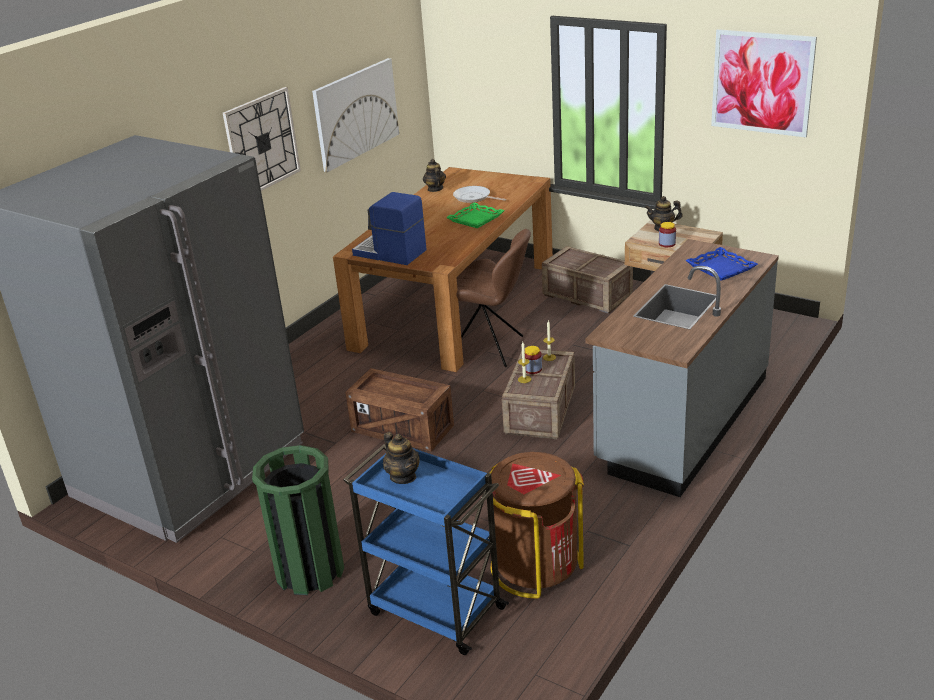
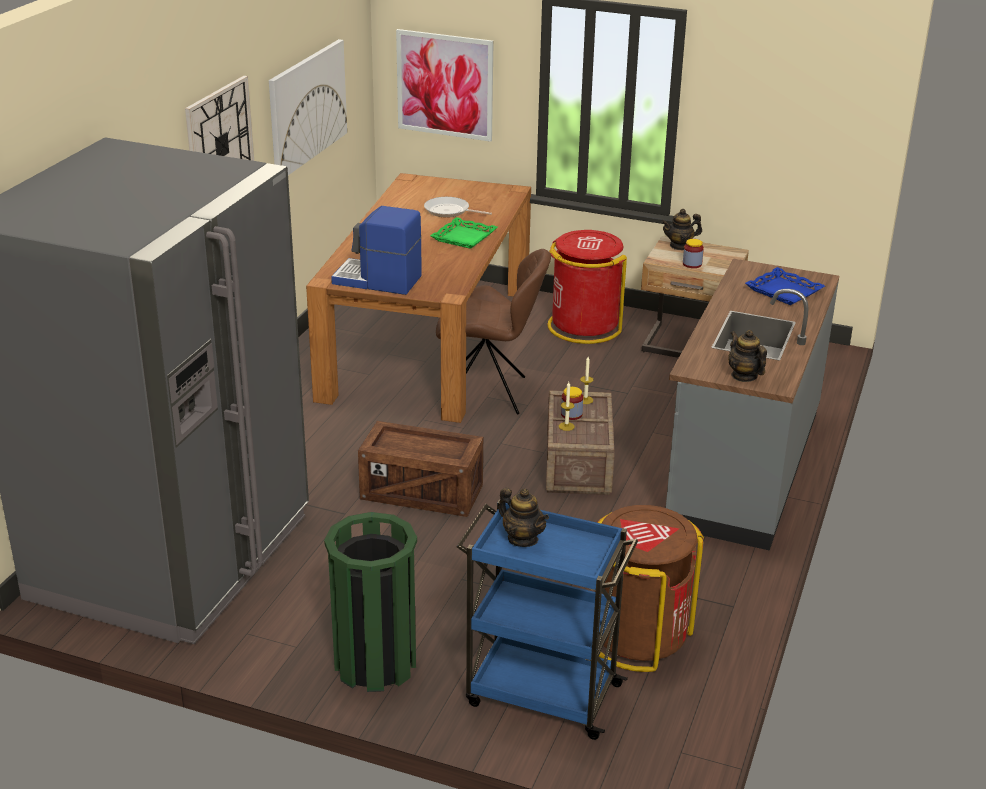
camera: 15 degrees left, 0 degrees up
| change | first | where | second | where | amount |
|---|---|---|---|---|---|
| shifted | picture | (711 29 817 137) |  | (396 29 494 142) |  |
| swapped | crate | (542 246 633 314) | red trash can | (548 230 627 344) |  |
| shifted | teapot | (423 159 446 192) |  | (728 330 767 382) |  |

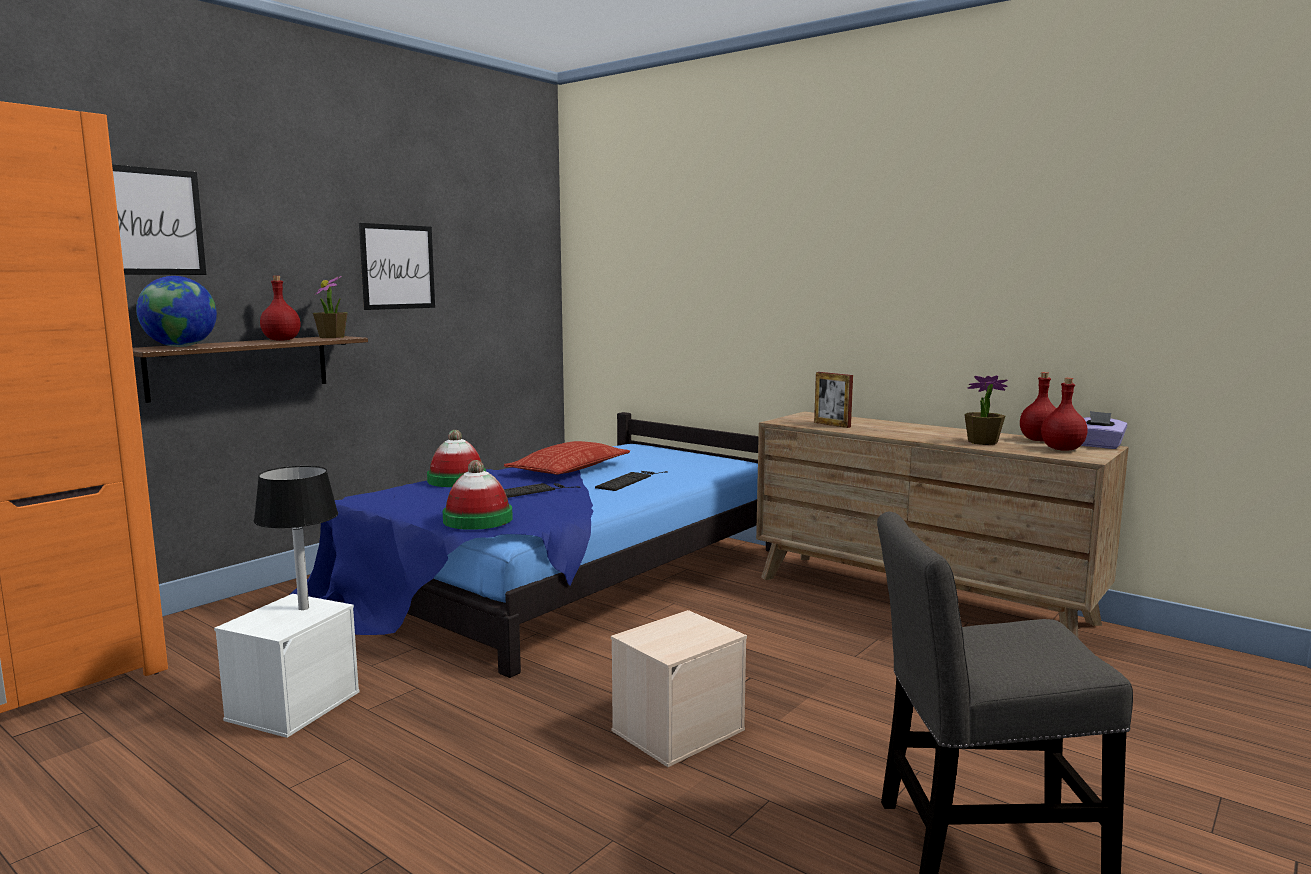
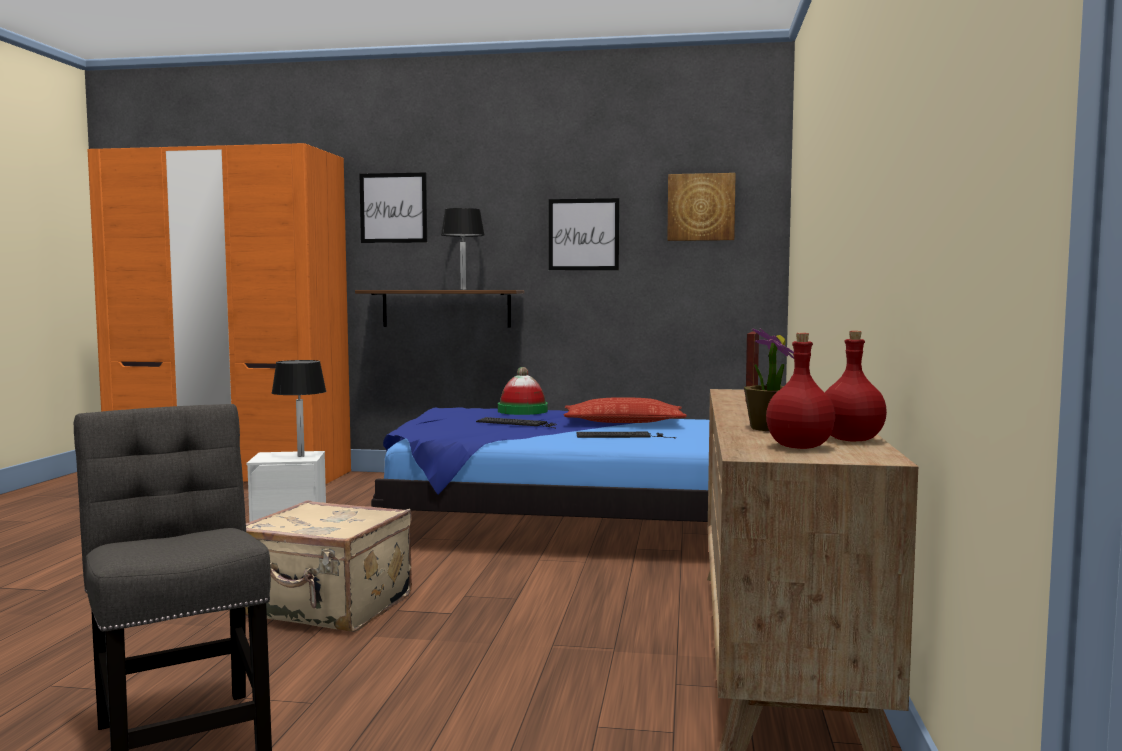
camera: 60 degrees right, 5 degrees down
| change | first | where | second | where | amount |
|---|---|---|---|---|---|
| swapped | beige storage box | (611 610 747 767) | beige suitcase | (245 500 412 632) |  |
| swapped | red bottle | (260 276 300 341) | black table lamp | (441 208 485 290) |  |
| new |  |  | picture | (667 173 736 241) |  |
| gone | globe | (136 276 217 347) |  |  |  |
| gone | potted plant | (313 276 348 338) |  |  |  |
| gone | hat | (443 460 513 530) |  |  |  |
| gone | purple tissue box | (1081 411 1128 449) |  |  |  |

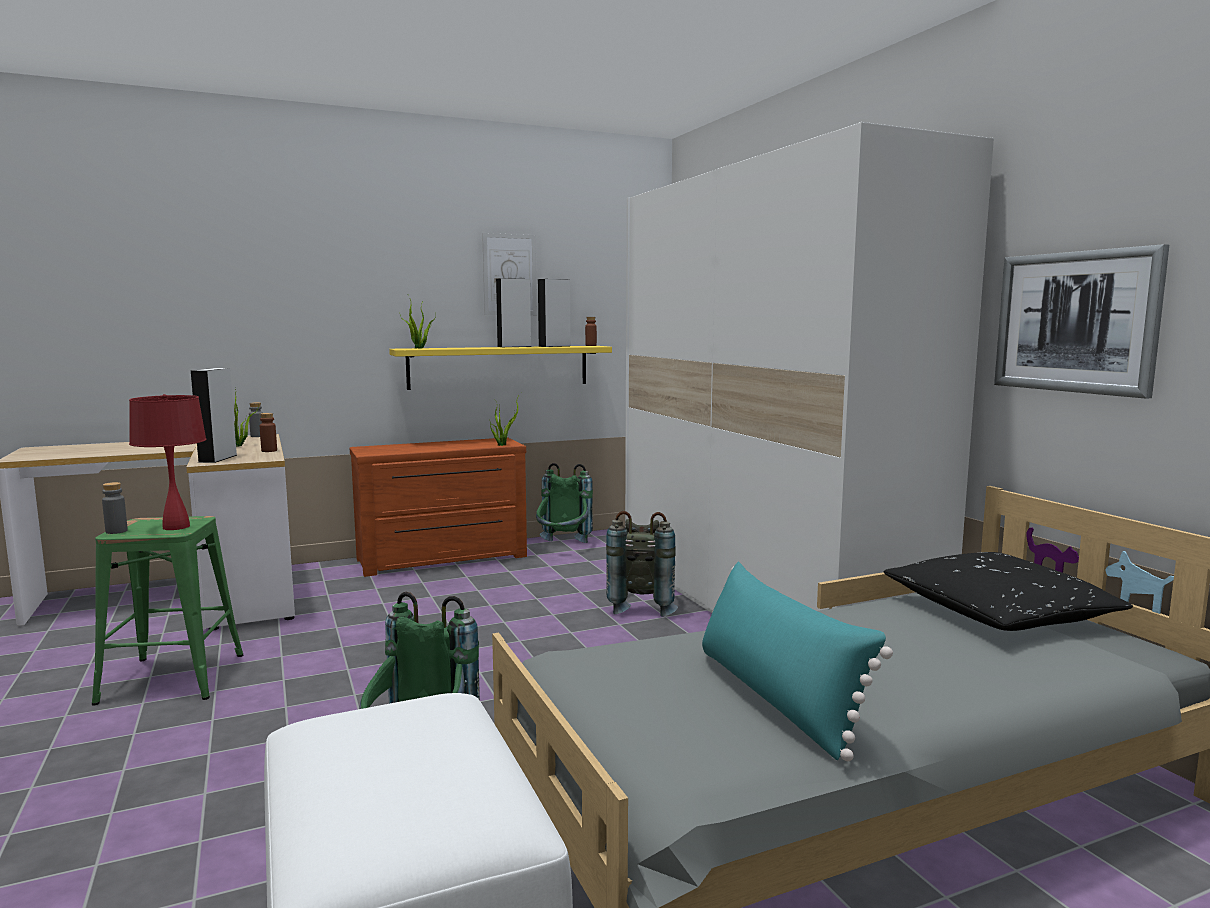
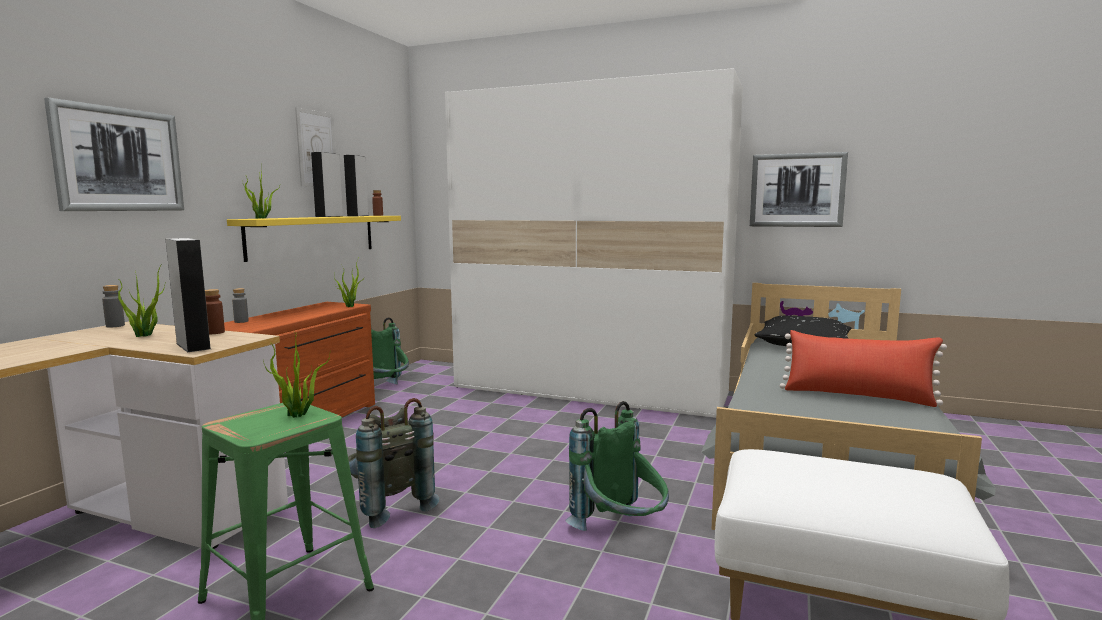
camera: 45 degrees left, 0 degrees up
| change | first | where | second | where | amount |
|---|---|---|---|---|---|
| new |  |  | picture | (44 98 184 211) |  |
| shifted | grey bottle | (102 482 128 534) |  | (232 288 249 323) |  |
| swapped | red table lamp | (129 394 206 530) | potted plant | (263 334 330 418) |  |
| shifted | grey backpack | (606 511 678 617) |  | (348 398 439 528) |  |
| repainted | turquoise pillow | (702 562 893 761) | red pillow | (780 330 947 407) |  |

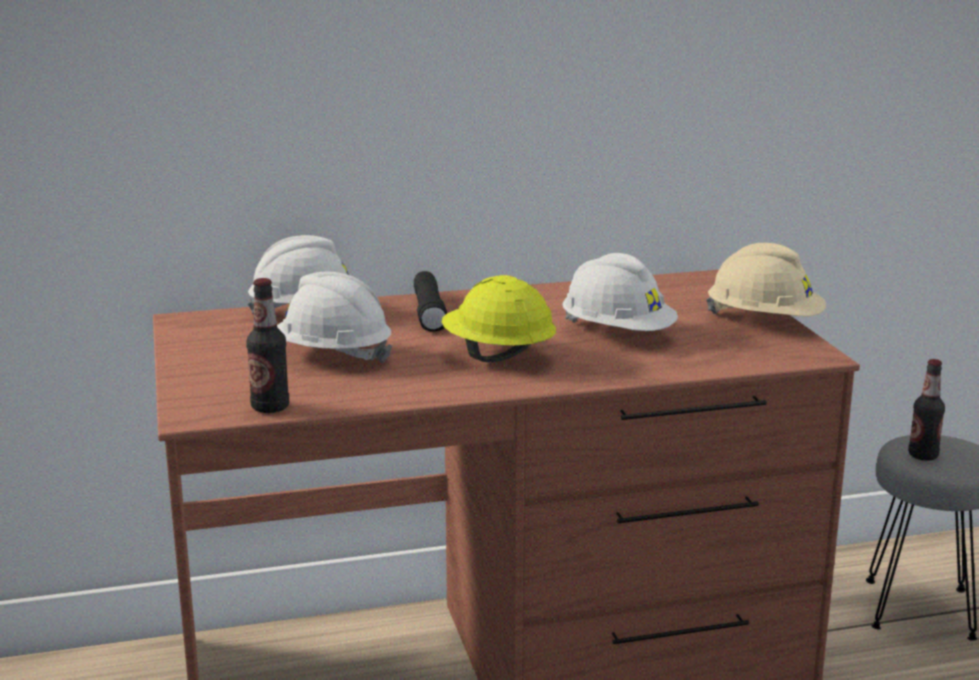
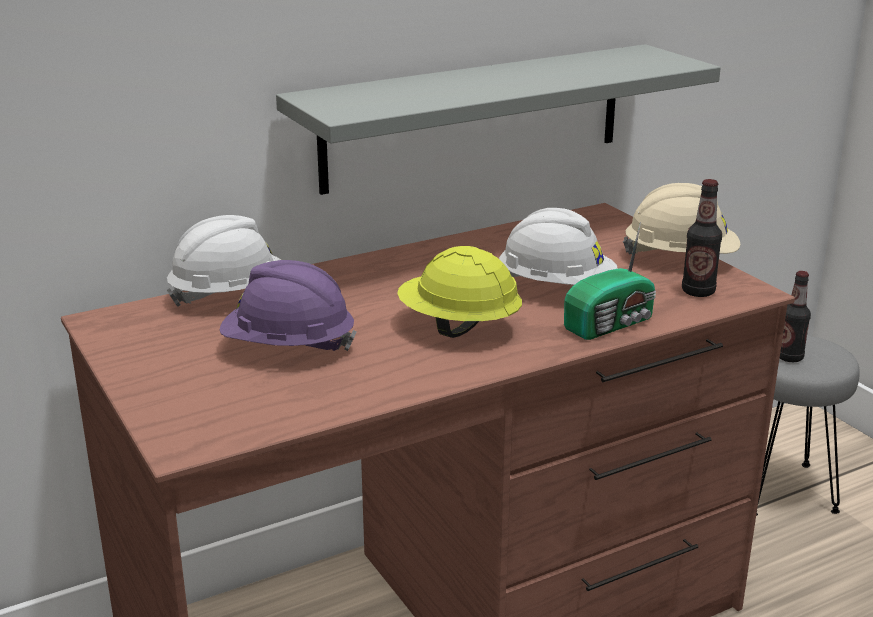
camera: 15 degrees left, 5 degrees up
| change | first | where | second | where | amount |
|---|---|---|---|---|---|
| repainted | white hard hat | (277 271 393 364) | purple hard hat | (220 260 357 351) |  |
| new |  |  | grey shelf | (276 44 721 195) |  |
| new |  |  | radio | (564 222 656 340) |  |
| shifted | bottle | (246 278 289 413) |  | (682 179 722 297) |  |
| gone | black flashlight | (414 271 447 331) |  |  |  |

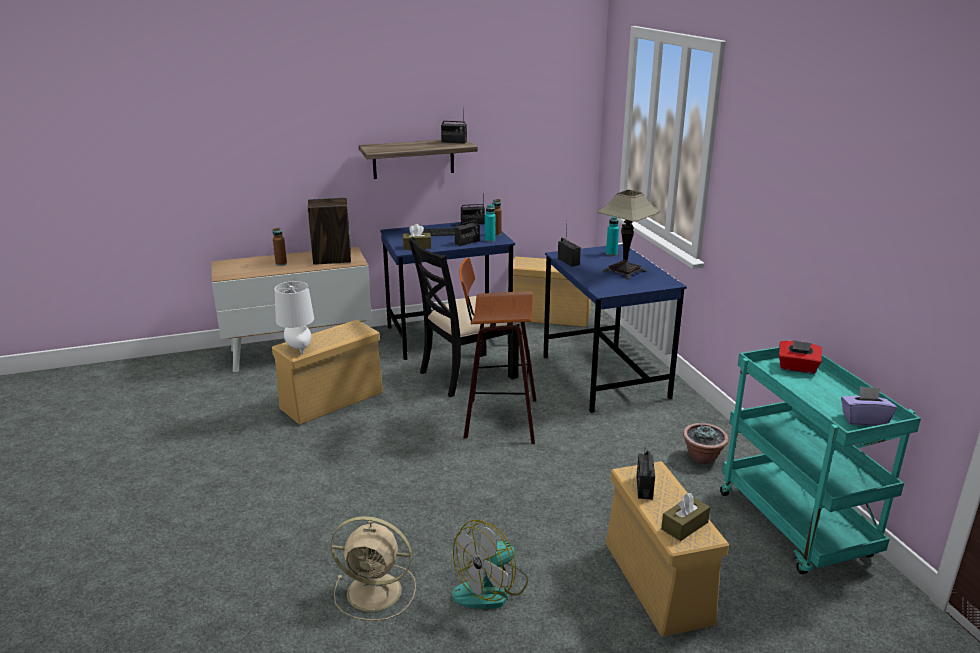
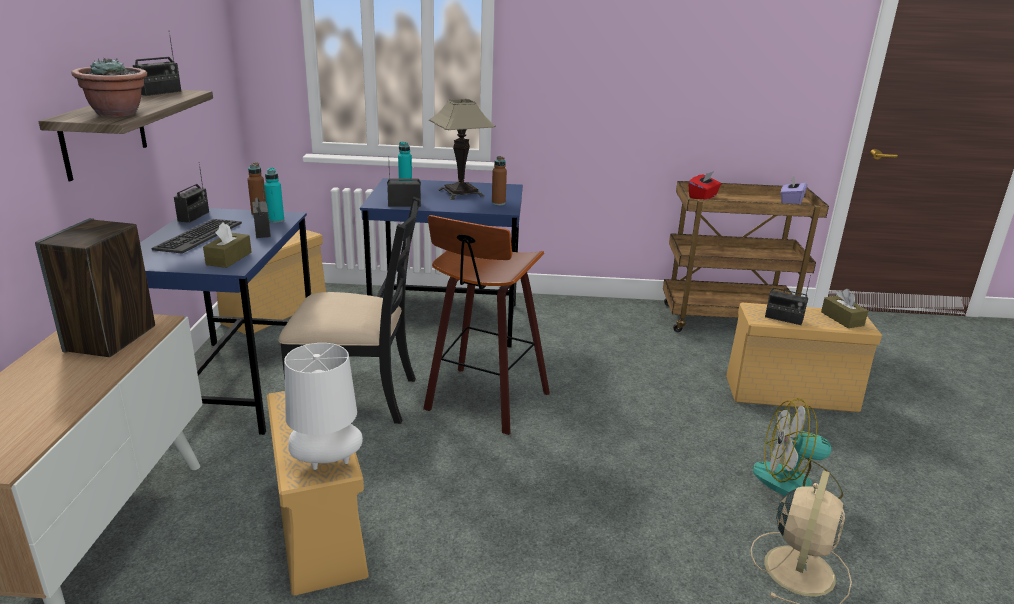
camera: 70 degrees left, 0 degrees up
| change | first | where | second | where | amount |
|---|---|---|---|---|---|
| shifted | potted plant | (683 423 728 464) |  | (72 58 147 117) |  |
| rotated | black chair | (408 237 520 397) |  | (278 197 421 424) | 75 degrees counterclockwise |
| shifted | brown bottle | (273 227 287 266) |  | (492 156 507 205) |  |
| repainted | turquoise cart | (720 347 921 574) | brown cart | (663 181 829 332) |  |
| rotated | fan | (452 520 528 609) |  | (753 398 843 499) | 120 degrees clockwise |

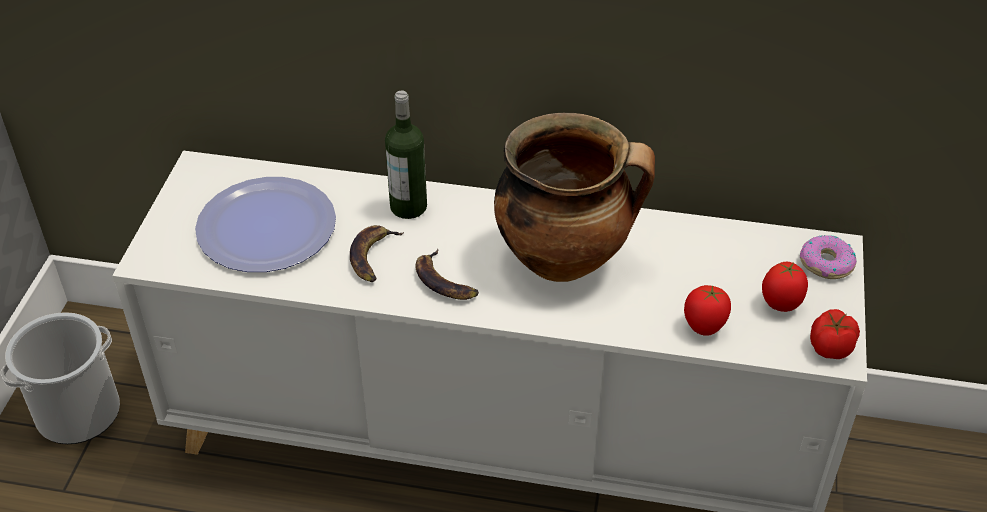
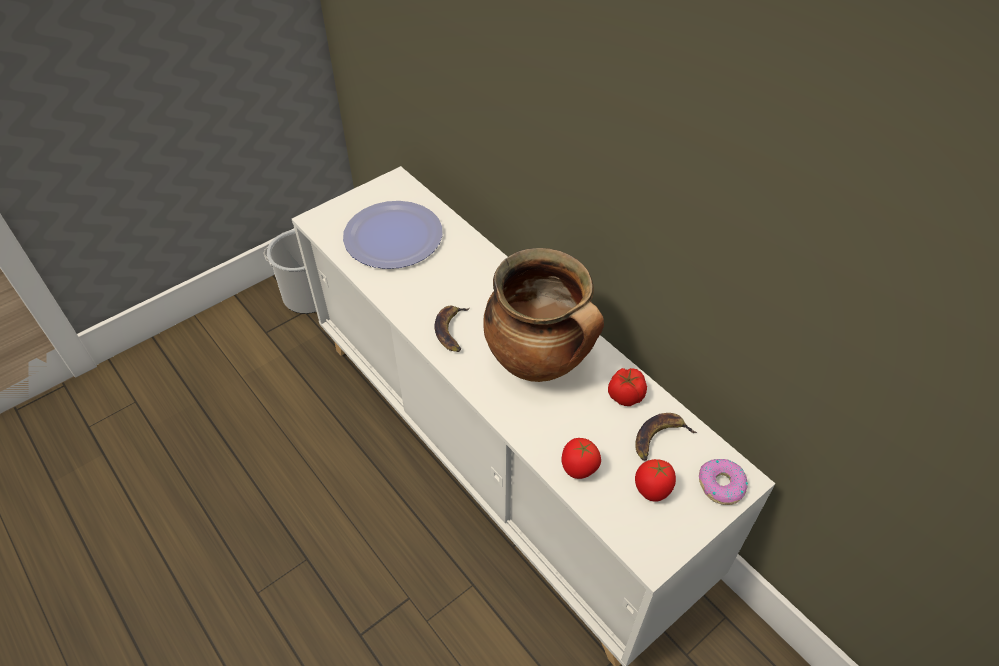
camera: 40 degrees right, 5 degrees up
| change | first | where | second | where | amount |
|---|---|---|---|---|---|
| shifted | tomato | (810 309 860 359) |  | (608 368 647 406) |  |
| shifted | banana | (350 225 404 282) |  | (635 413 697 461) |  |
| gone | bottle | (385 90 427 219) |  |  |  |

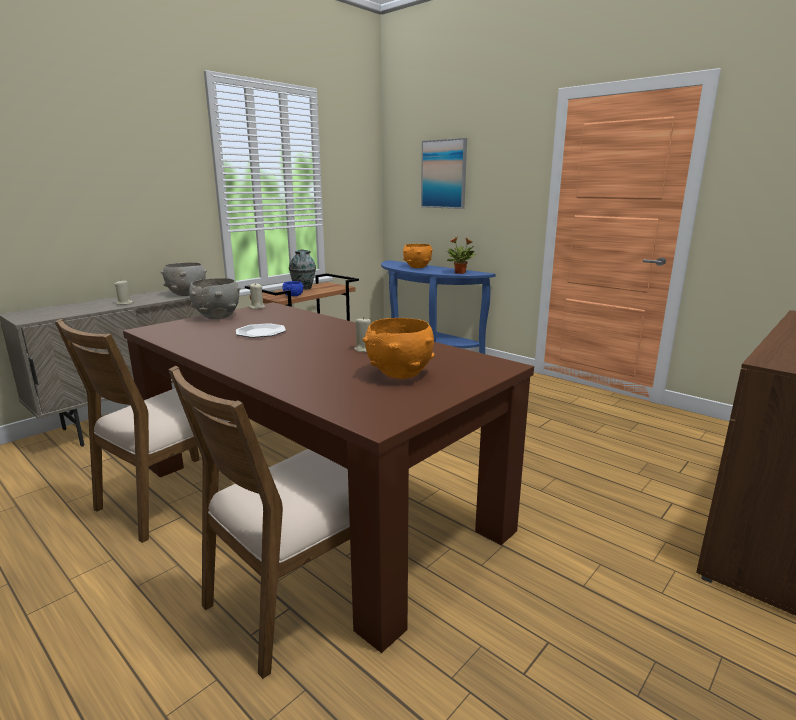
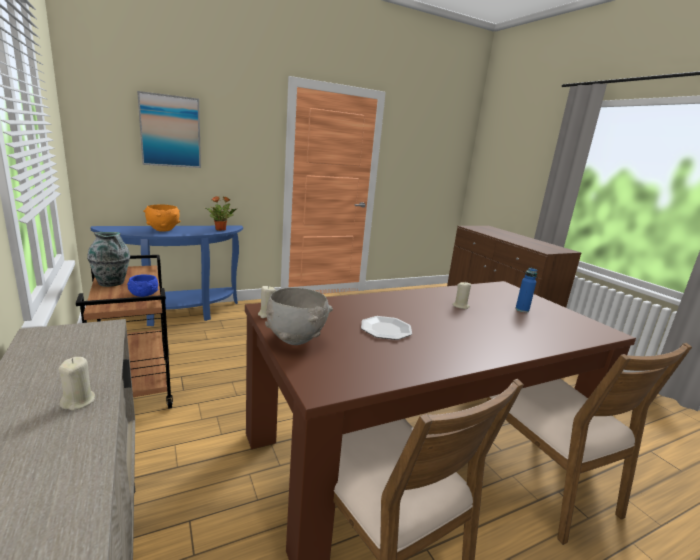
camera: 70 degrees left, 0 degrees up
| change | first | where | second | where | amount |
|---|---|---|---|---|---|
| swapped | orange bowl | (362 318 435 379) | blue bottle | (515 268 537 313) |  |
| gone | grey bowl | (161 263 207 296) |  |  |  |

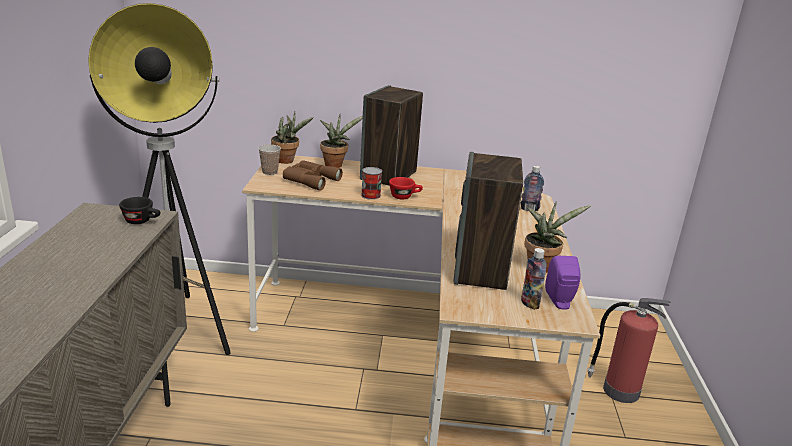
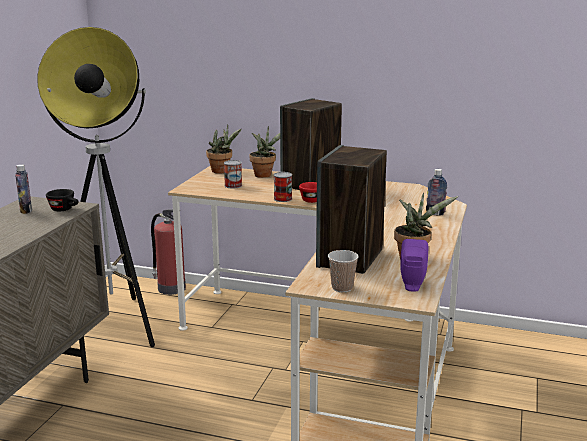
camera: 15 degrees right, 5 degrees down
| change | first | where | second | where | amount |
|---|---|---|---|---|---|
| shifted | bottle | (521 248 547 310) |  | (15 164 32 214) |  |
| shifted | fire extinguisher | (587 298 671 403) |  | (151 209 186 295) |  |
| swapped | brown binoculars | (283 160 343 191) | can | (224 160 242 189) |  |
| shifted | cup | (258 145 281 175) |  | (328 250 359 292) |  |

